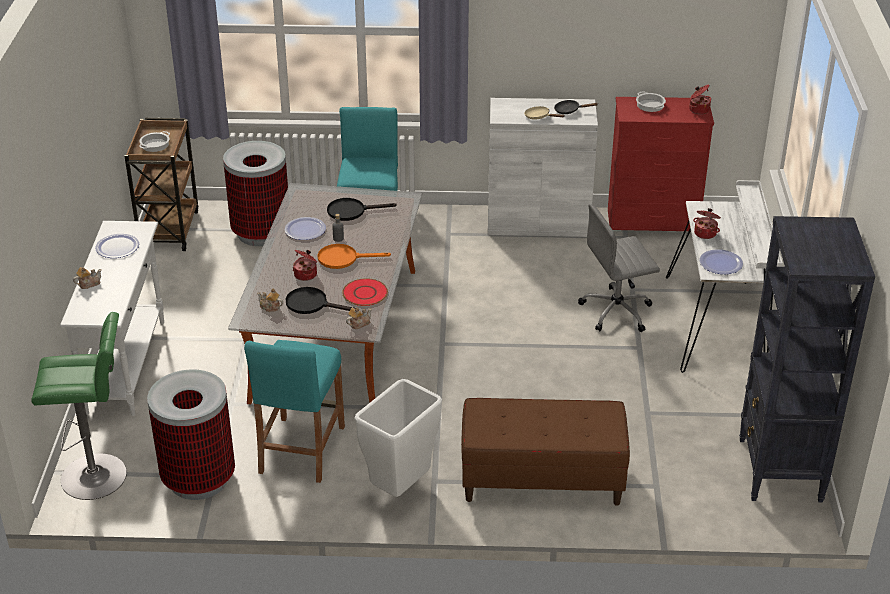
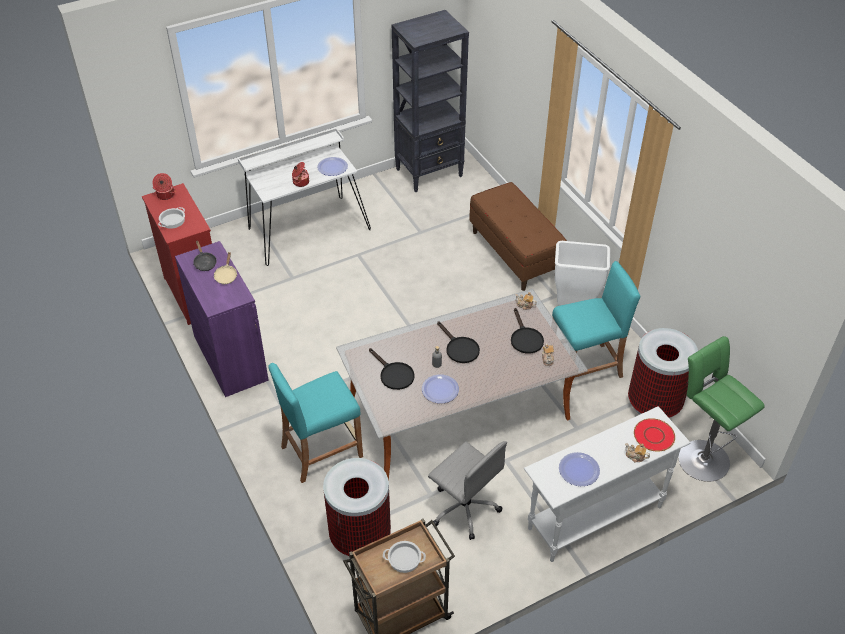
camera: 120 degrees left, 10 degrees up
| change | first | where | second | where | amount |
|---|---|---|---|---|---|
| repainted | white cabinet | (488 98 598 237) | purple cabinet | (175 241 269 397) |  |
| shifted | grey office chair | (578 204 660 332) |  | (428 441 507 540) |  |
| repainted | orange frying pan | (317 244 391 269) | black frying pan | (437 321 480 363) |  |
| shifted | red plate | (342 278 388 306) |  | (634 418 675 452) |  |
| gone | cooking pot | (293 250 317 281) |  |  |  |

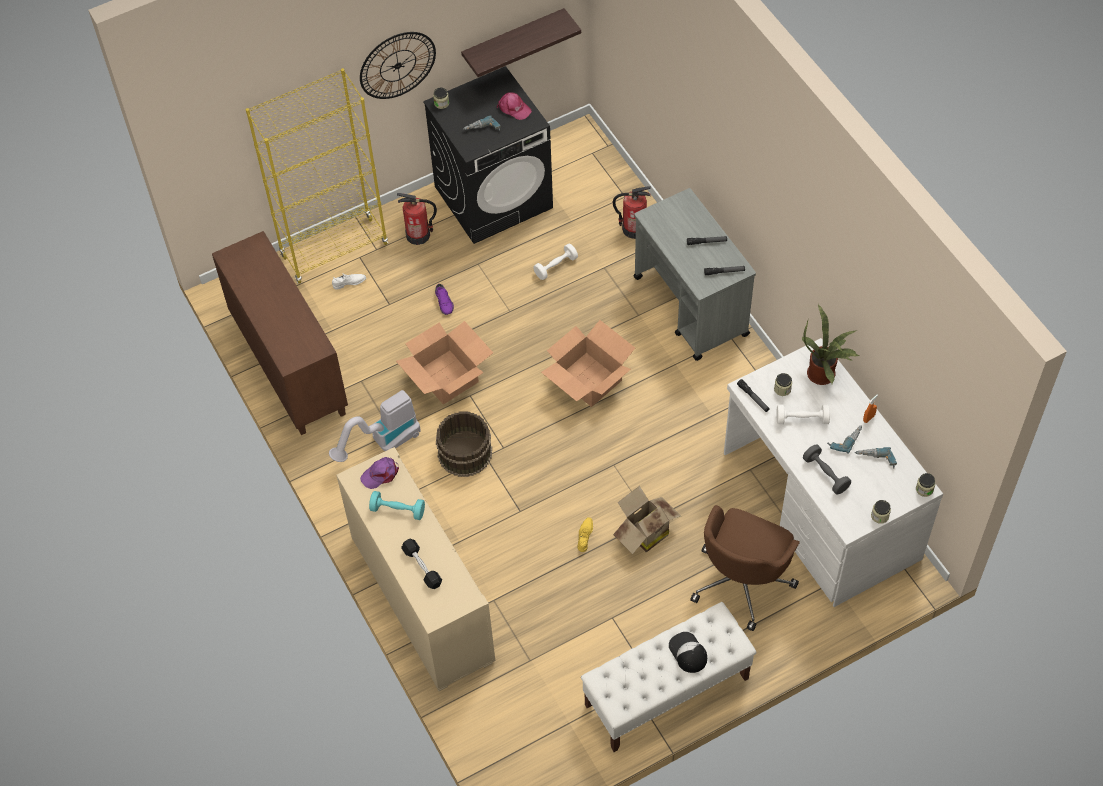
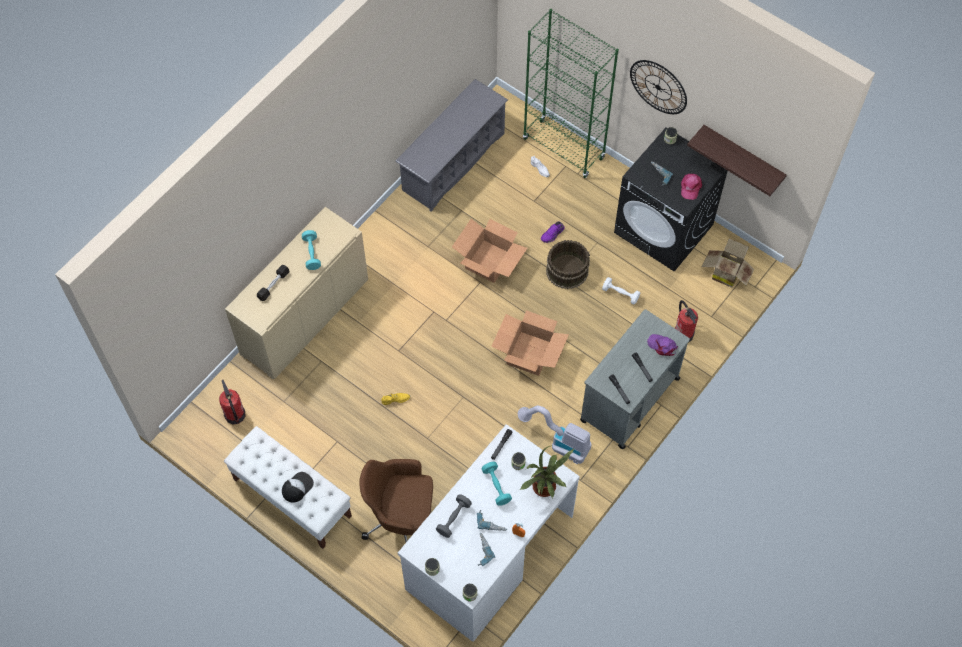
camera: 65 degrees right, 5 degrees up
| change | first | where | second | where | amount |
|---|---|---|---|---|---|
| shifted | fire extinguisher | (397 193 437 245) |  | (219 380 245 424) |  |
| swapped | brown cabinet | (212 231 348 435) | grey shoe rack | (395 79 508 212) |  |
| repainted | white dumbbell | (777 404 830 424) | turquoise dumbbell | (482 462 512 506) |  |
| shifted | vacuum cleaner | (329 390 421 462) |  | (518 406 591 464) |  |
| repainted | yellow bookcase | (246 68 388 284) | green bookcase | (523 9 619 178) |  |
| shifted | brown bucket | (436 412 492 477) |  | (546 240 590 289) |  |
| shifted | purple cap | (360 457 399 489) |  | (647 334 678 356) |  |
| shifted | cardboard box | (613 486 681 554) |  | (702 239 754 288) |  |

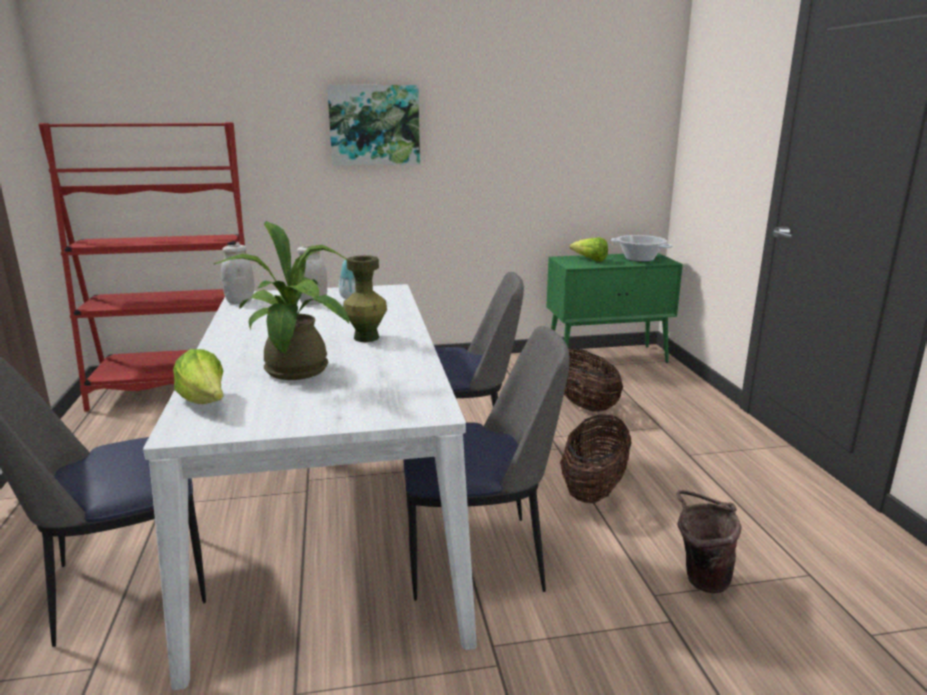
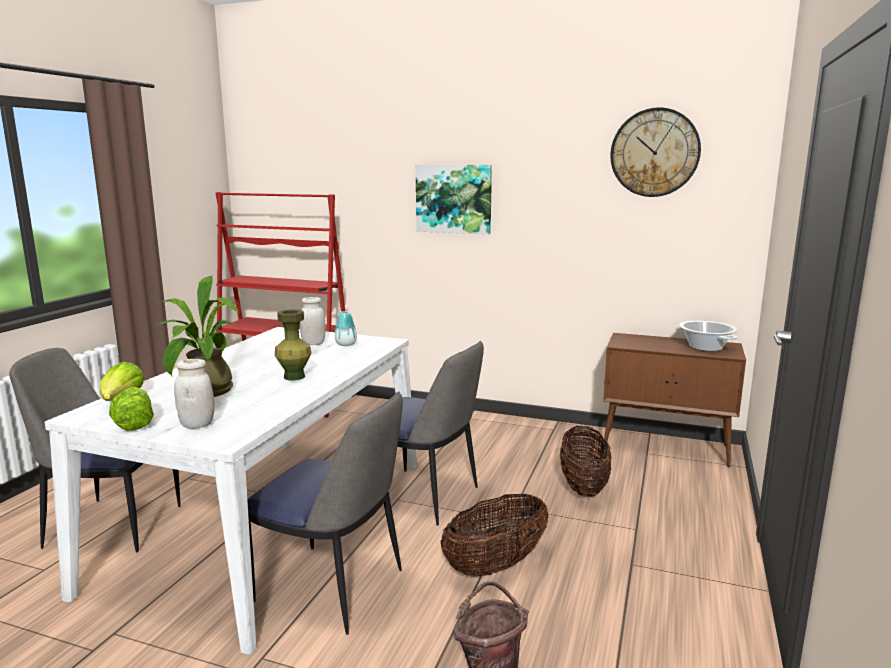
camera: 30 degrees right, 5 degrees down
| change | first | where | second | where | amount |
|---|---|---|---|---|---|
| shifted | lettuce | (570 237 608 262) |  | (109 387 154 431) |  |
| shifted | white jar | (221 245 255 304) |  | (174 359 214 429) |  |
| repainted | green cabinet | (546 253 683 363) | brown cabinet | (603 333 746 467) |  |
| new |  |  | wall clock | (610 107 701 197) |  |

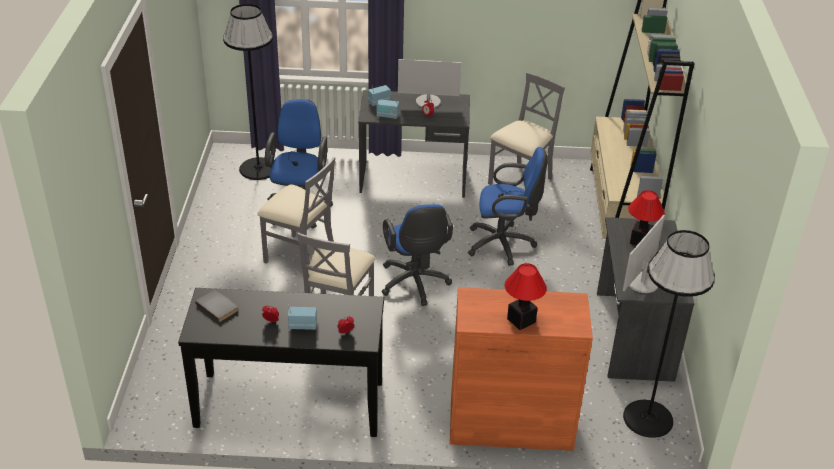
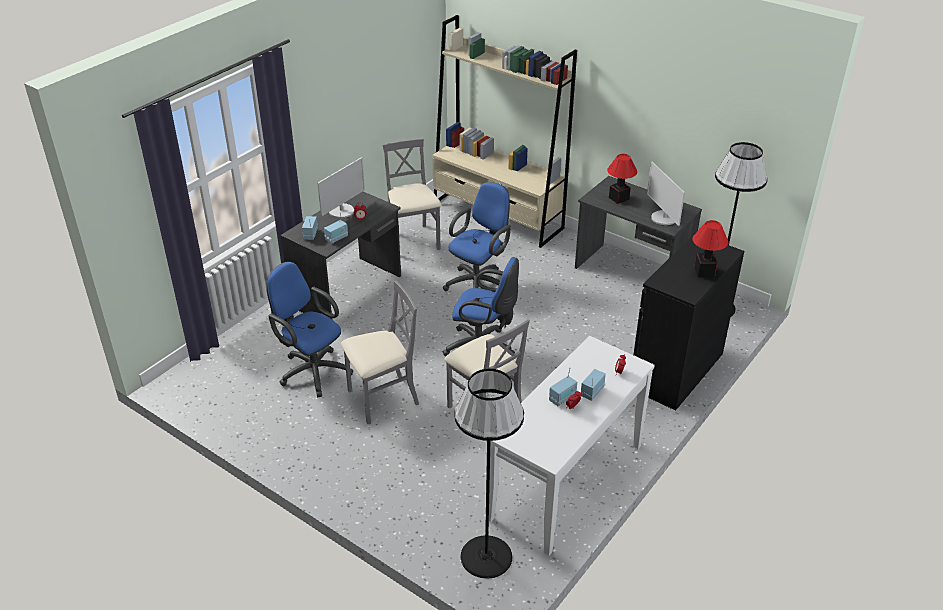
camera: 55 degrees left, 0 degrees up
| change | first | where | second | where | amount |
|---|---|---|---|---|---|
| shifted | black floor lamp | (223 4 273 180) |  | (454 369 524 579) |  |
| repainted | black console table | (178 288 384 437) | white console table | (486 336 655 556) |  |
| new |  |  | radio | (549 368 577 407) |  |
| repainted | orange cabinet | (450 287 593 451) | black cabinet | (633 233 744 411) |  |
| gone | grey book | (195 289 239 322) |  |  |  |

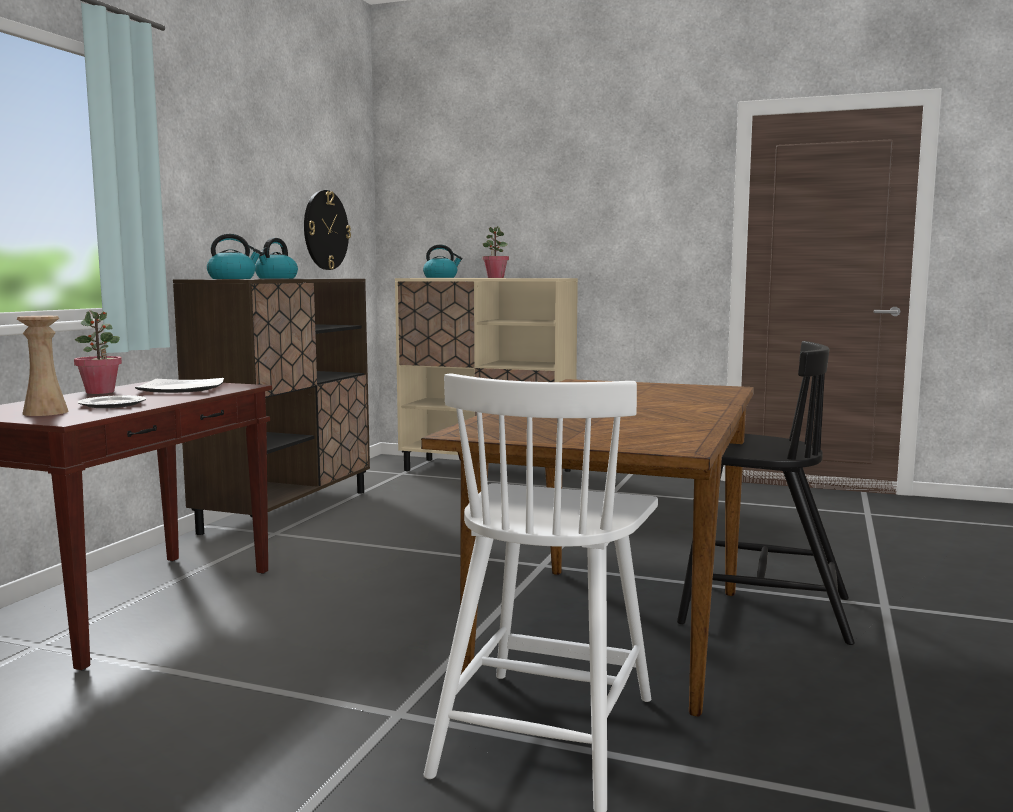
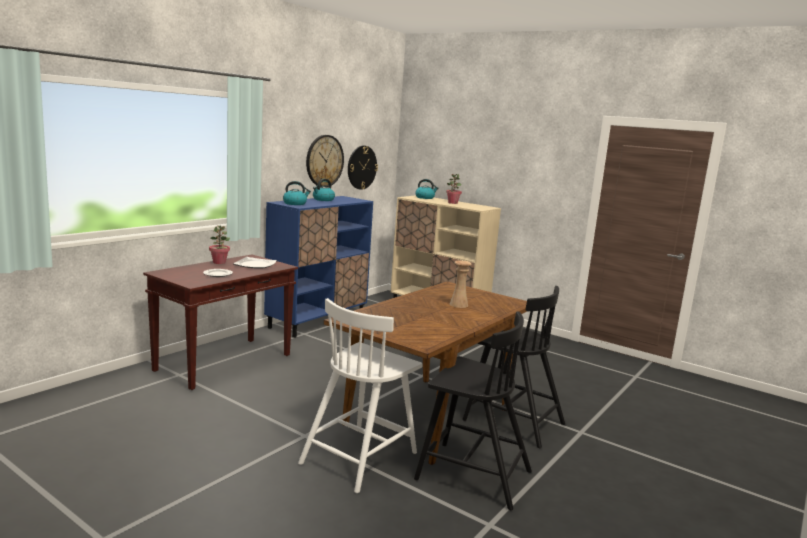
camera: 15 degrees right, 5 degrees up
| change | first | where | second | where | amount |
|---|---|---|---|---|---|
| repainted | brown cabinet | (173 279 370 535) | blue cabinet | (264 196 373 338) |  |
| new |  |  | wall clock | (306 135 344 187) |  |
| new |  |  | black chair | (414 311 532 510) |  |
| shifted | beige vase | (17 316 69 416) |  | (450 260 472 308) |  |

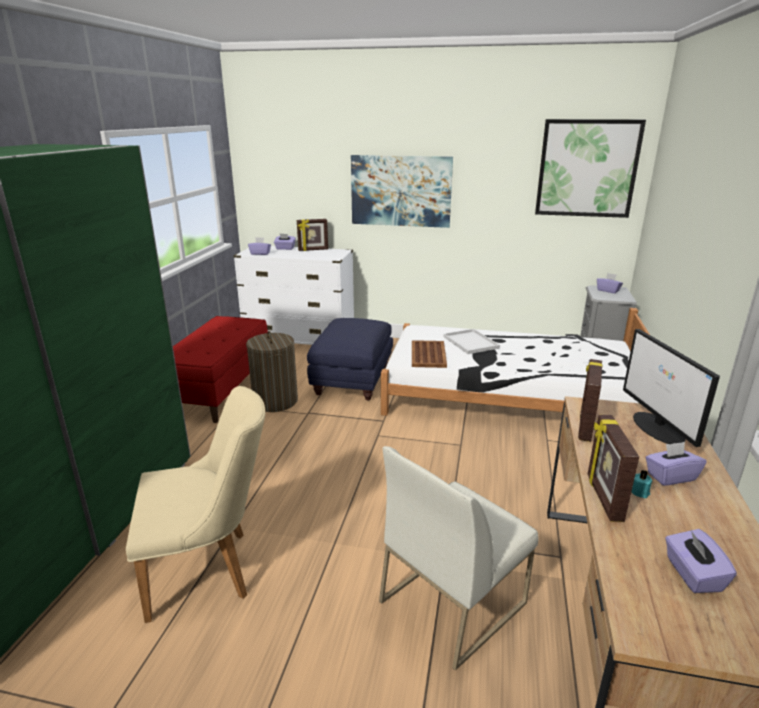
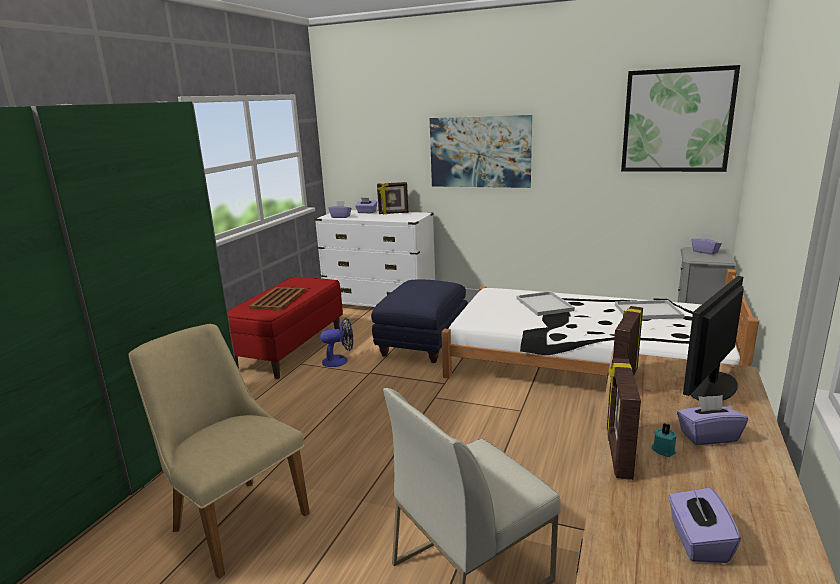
camera: 10 degrees right, 5 degrees down
| change | first | where | second | where | amount |
|---|---|---|---|---|---|
| rotated | beige chair | (126 386 265 623) |  | (129 324 310 579) | 135 degrees counterclockwise |
| shifted | brown tray | (412 340 447 368) |  | (249 287 305 311) |  |
| swapped | laundry basket | (246 331 298 412) | fan | (320 317 353 367) |  |
| new |  |  | white tray | (615 300 684 320) |  |
| rotated | monitor | (623 329 720 447) |  | (683 276 744 401) | 45 degrees clockwise |

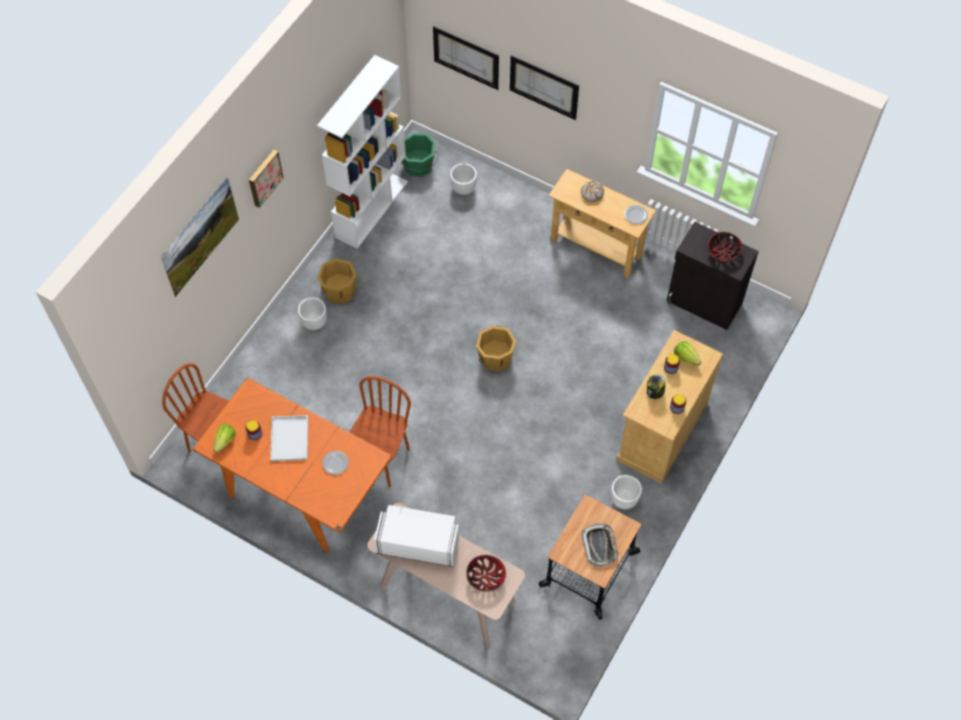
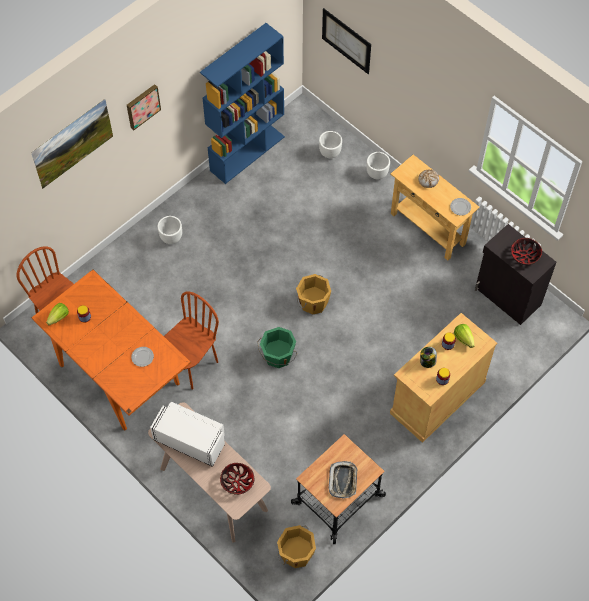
camera: 15 degrees right, 0 degrees up
| change | first | where | second | where | amount |
|---|---|---|---|---|---|
| repainted | white bookcase | (317 55 408 249) | blue bookcase | (200 23 285 184) |  |
| shifted | green bucket | (401 133 439 177) |  | (257 327 297 368) |  |
| shifted | orange bucket | (317 259 357 304) |  | (277 525 316 568) |  |
| shifted | white planter | (611 475 642 509) |  | (367 152 390 179) |  |
| gone | white tray | (270 415 308 461) |  |  |  |
| gone | picture | (510 55 579 120) |  |  |  |

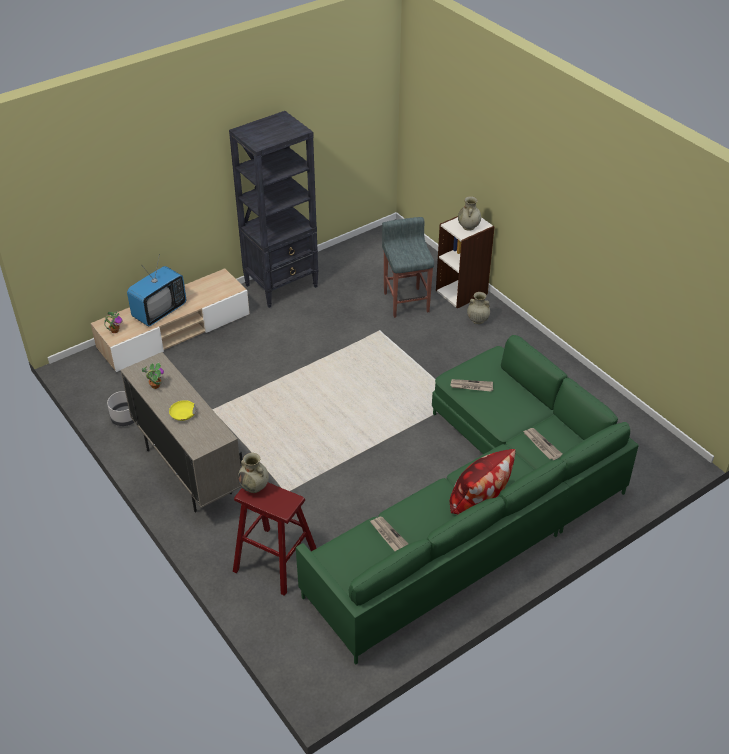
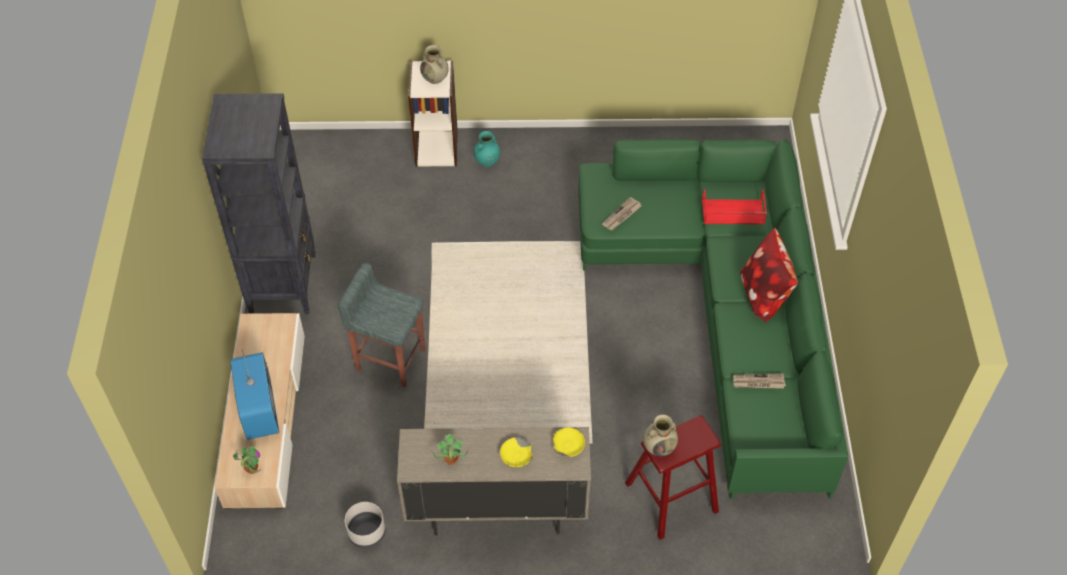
camera: 55 degrees left, 10 degrees up
| change | first | where | second | where | amount |
|---|---|---|---|---|---|
| shifted | grey stool | (382 217 434 318) |  | (338 263 426 387) |  |
| repainted | beige vase | (467 292 490 324) | turquoise vase | (474 131 501 167) |  |
| new |  |  | yellow bowl | (553 428 585 457) |  |
| swapped | newspaper | (523 428 562 460) | red tray | (702 189 767 224) |  |

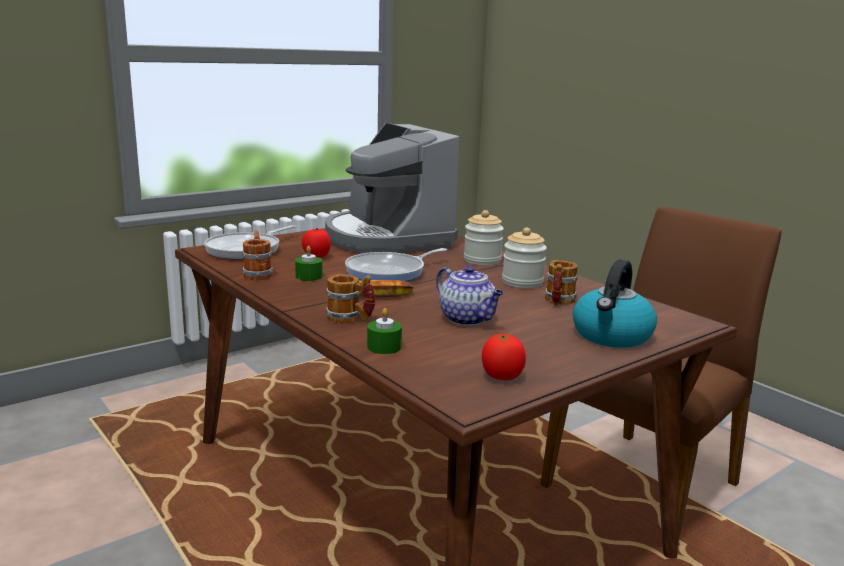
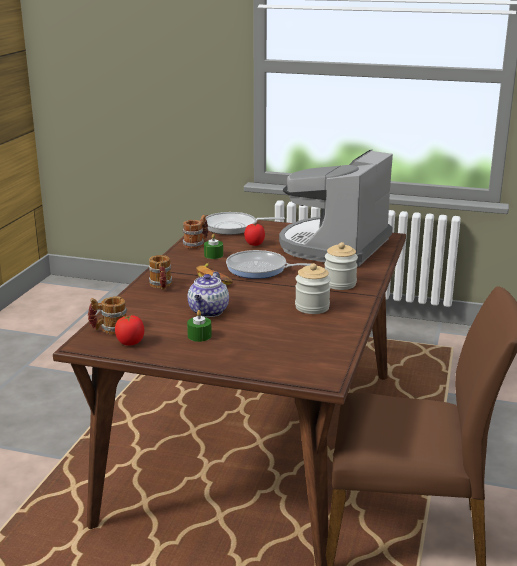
camera: 55 degrees right, 5 degrees up
| change | first | where | second | where | amount |
|---|---|---|---|---|---|
| shifted | mug | (545 260 578 305) |  | (88 296 127 334) |  |
| shifted | green candle | (367 308 402 354) |  | (187 310 212 342) |  |
| gone | kettle | (573 259 657 348) |  |  |  |

